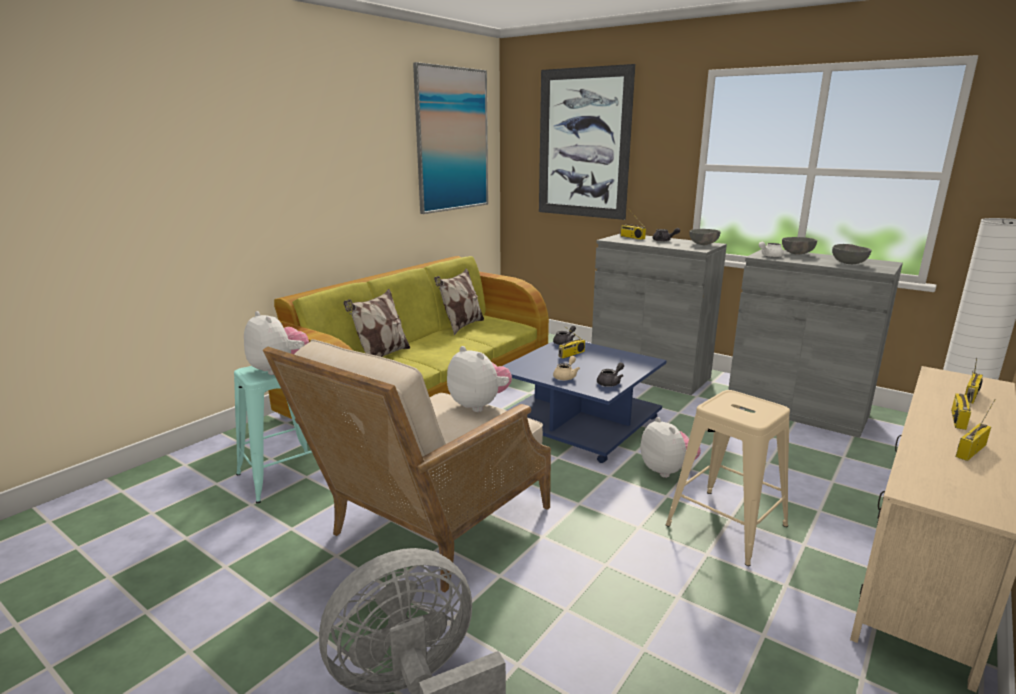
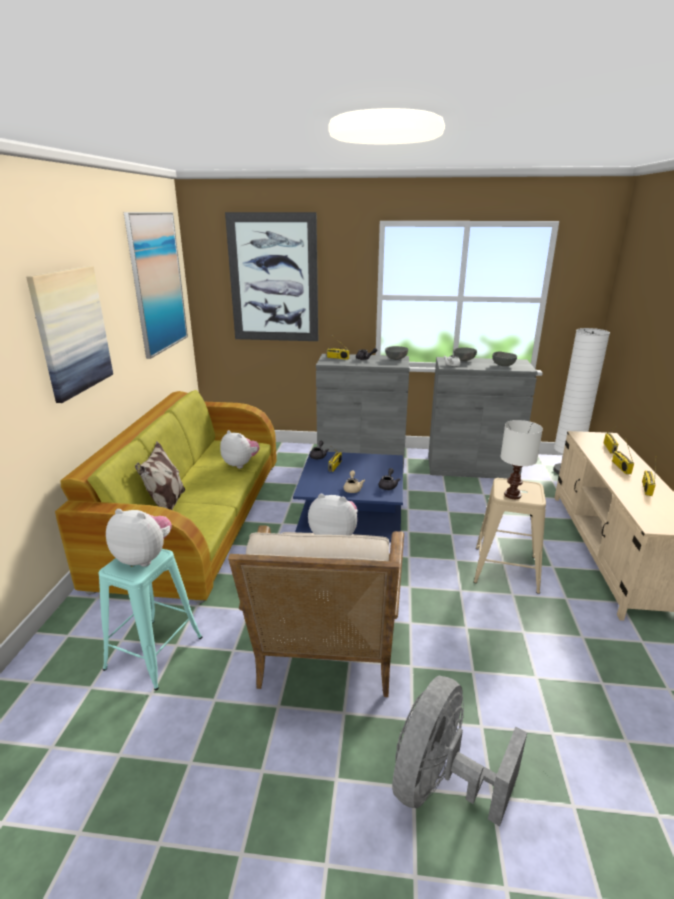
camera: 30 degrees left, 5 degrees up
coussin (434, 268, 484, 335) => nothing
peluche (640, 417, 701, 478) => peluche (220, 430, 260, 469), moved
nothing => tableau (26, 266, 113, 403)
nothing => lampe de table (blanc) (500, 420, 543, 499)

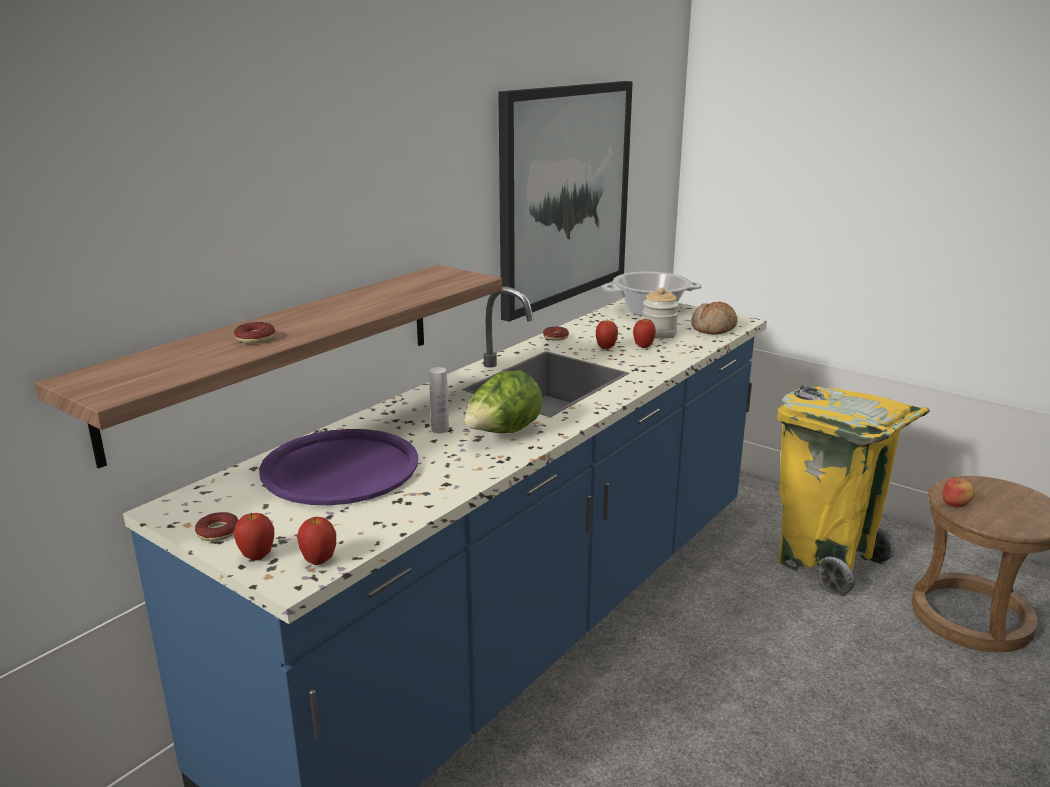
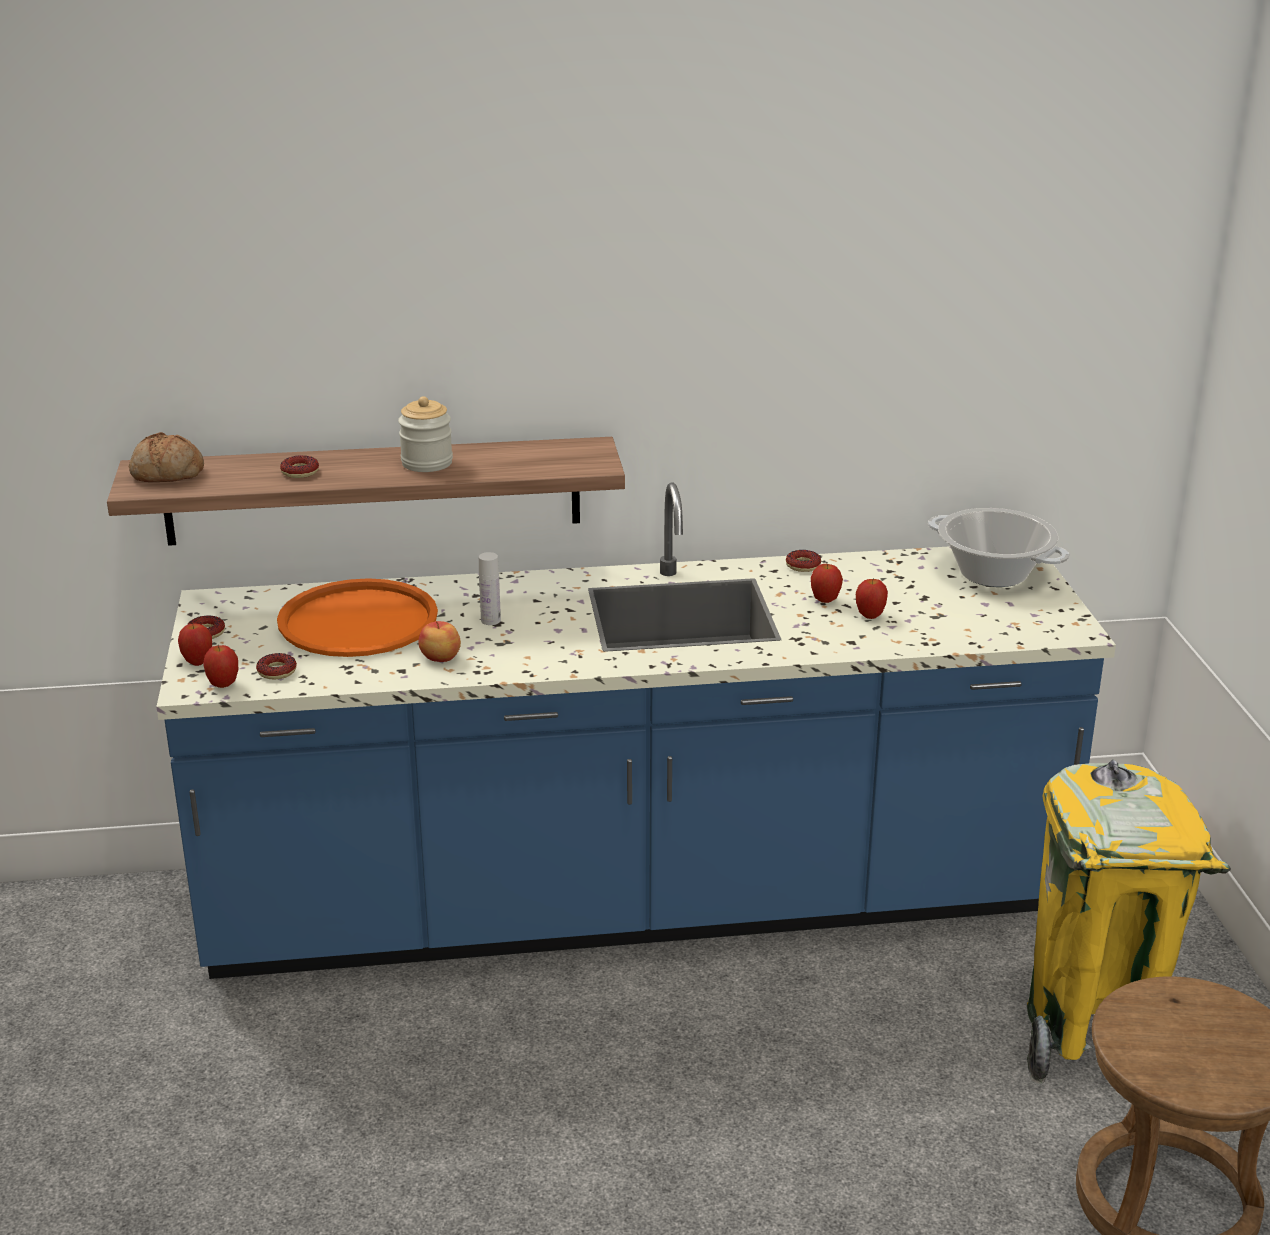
camera: 45 degrees right, 5 degrees up
plateau (violet) (259, 429, 418, 505) => plateau (orange) (277, 578, 438, 657)
laitue (465, 371, 542, 433) => nothing
tableau (498, 81, 633, 322) => nothing
bocal (643, 287, 679, 339) => bocal (398, 396, 453, 472), moved
pain (691, 302, 738, 335) => pain (129, 432, 204, 482), moved
pomme (942, 478, 975, 507) => pomme (418, 621, 461, 662), moved
nothing => beignet (256, 653, 297, 680)

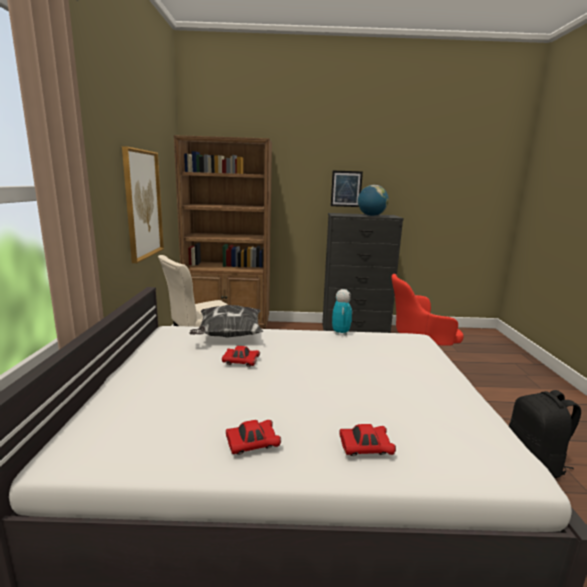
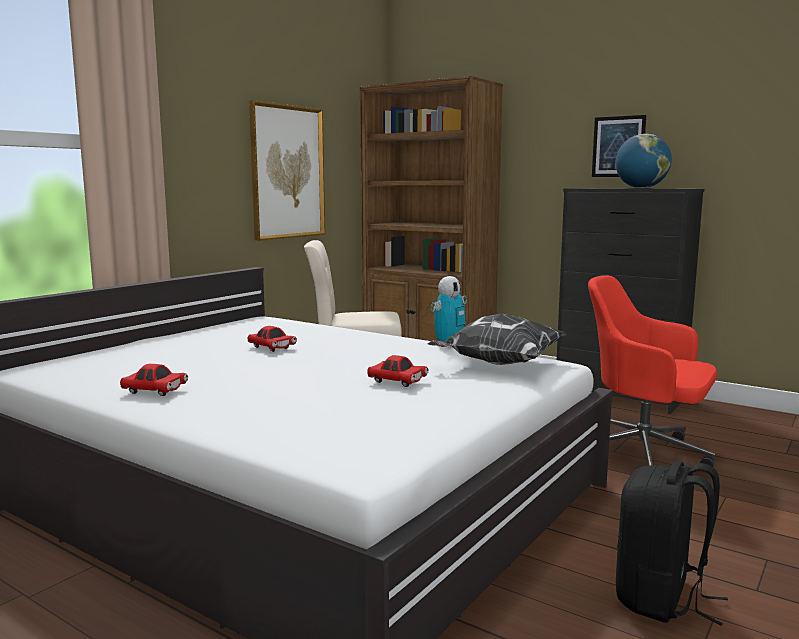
camera: 35 degrees right, 5 degrees down
coussin (189, 305, 263, 337) => coussin (428, 313, 567, 365), moved
petite voiture (rouge) (339, 424, 396, 456) => petite voiture (rouge) (367, 355, 429, 387), moved

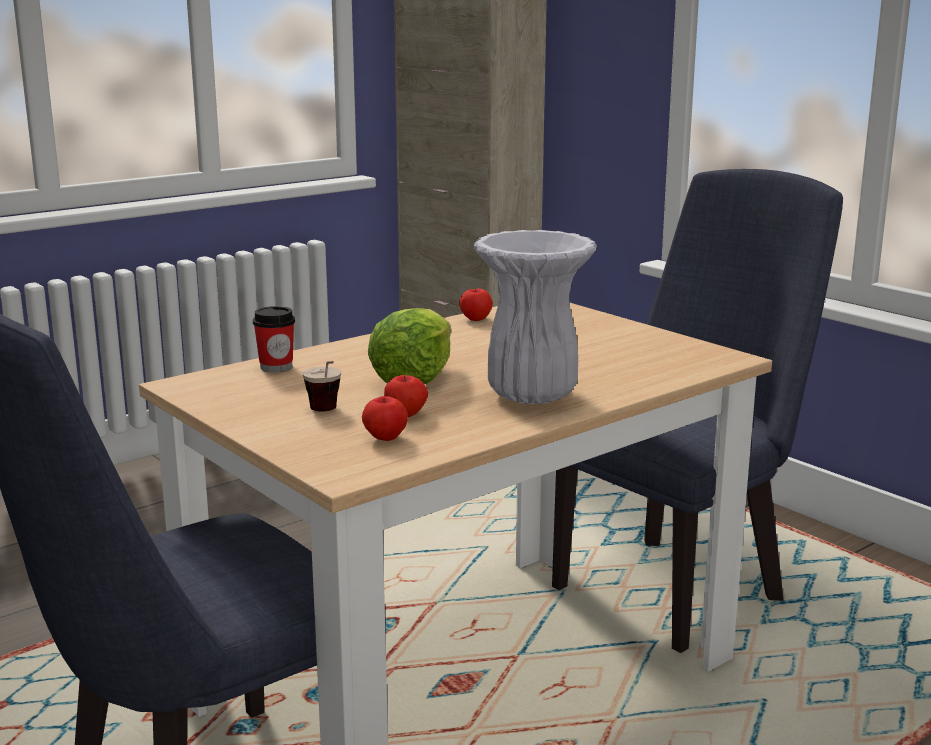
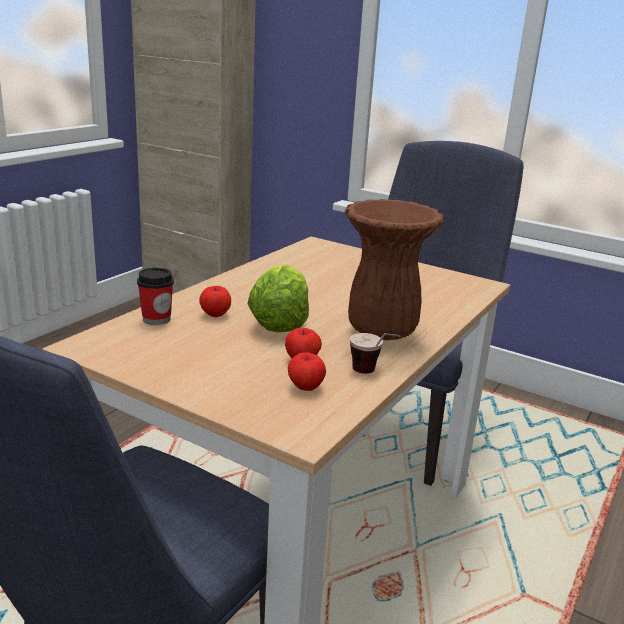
camera: 20 degrees left, 5 degrees up
tasse (303, 361, 341, 412) => tasse (350, 333, 401, 374), moved
pomme (459, 289, 493, 321) => pomme (199, 286, 231, 317), moved
vase (blanc) (473, 230, 597, 404) => vase (marron) (345, 199, 444, 340)

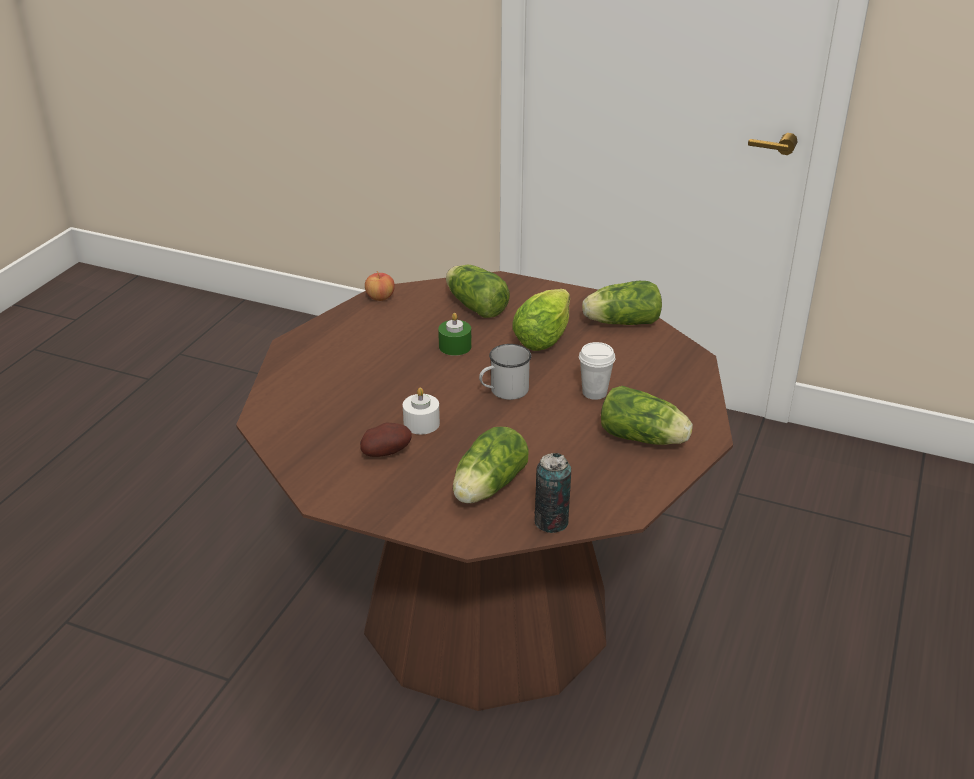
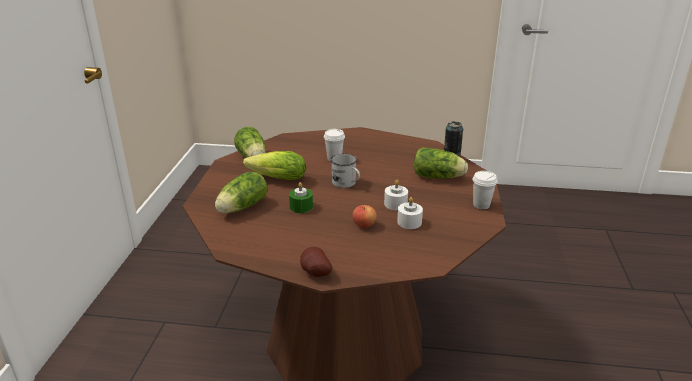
camera: 105 degrees left, 5 degrees down
pomme de terre (360, 423, 412, 457) => pomme de terre (300, 247, 332, 277), moved
pomme (365, 271, 395, 301) => pomme (352, 205, 377, 228), moved
laitue (601, 386, 693, 445) => nothing
nothing => bougie (blanc) (397, 197, 423, 229)
nothing => tasse (blanc) (472, 171, 497, 209)

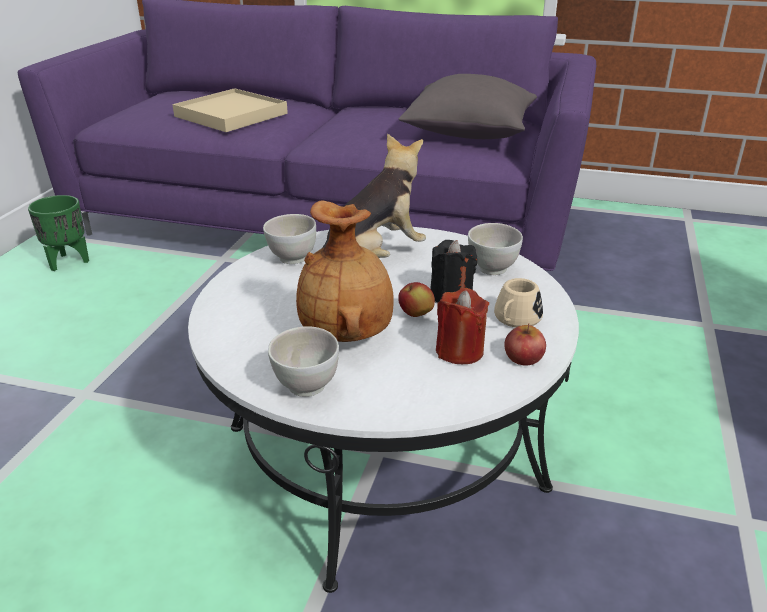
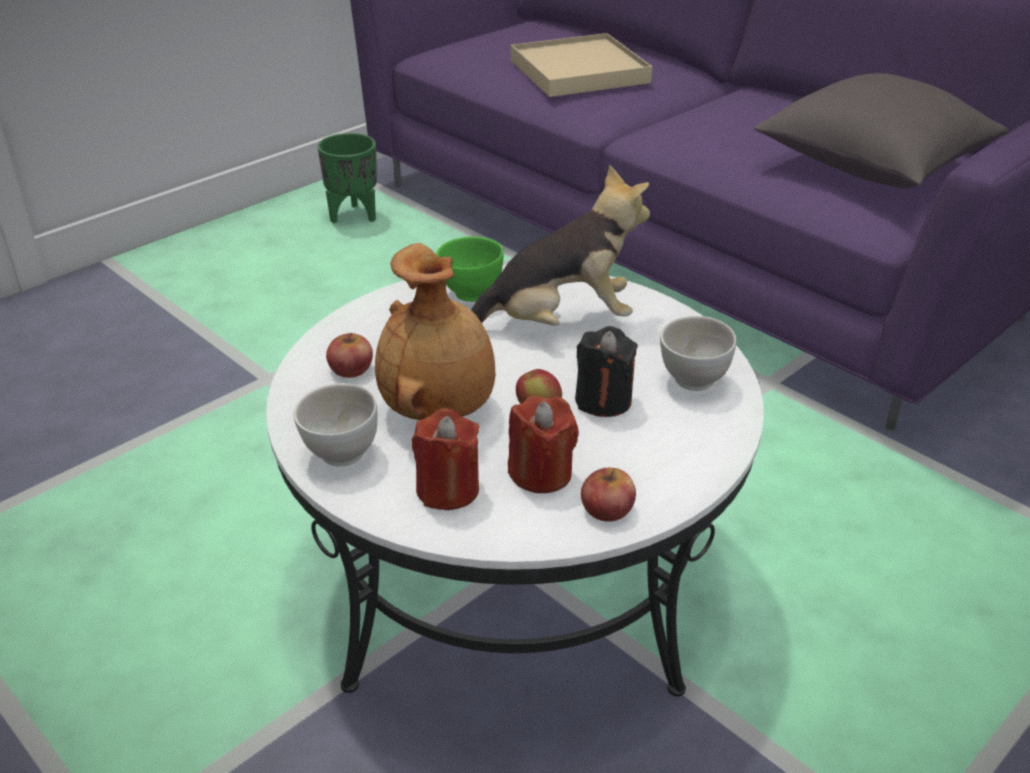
camera: 30 degrees right, 5 degrees up
bol (blanc) (263, 214, 316, 264) => bol (vert) (436, 237, 504, 302)
mug (beige) (494, 278, 543, 327) => nothing
nothing => pomme (326, 333, 373, 378)
nothing => bougie (rouge) (412, 408, 479, 510)

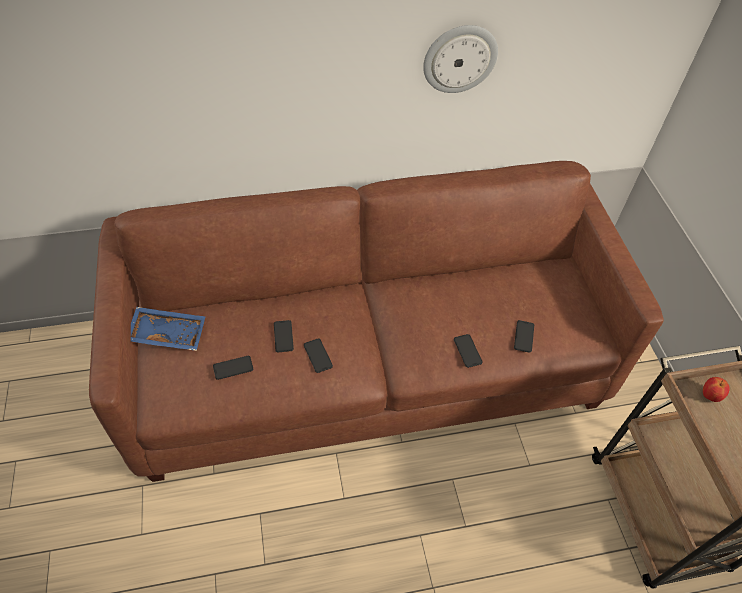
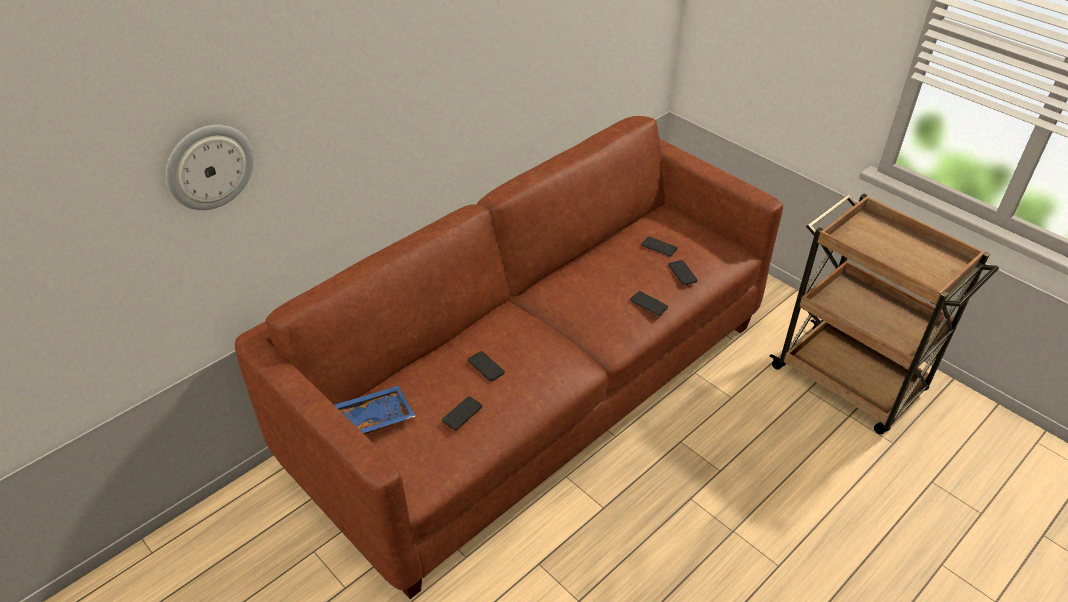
camera: 30 degrees left, 10 degrees down
téléphone (304, 338, 333, 373) => téléphone (642, 237, 677, 257), moved
horloge murale (423, 25, 498, 93) => horloge murale (166, 125, 254, 210), moved
pomme (703, 377, 730, 402) => nothing

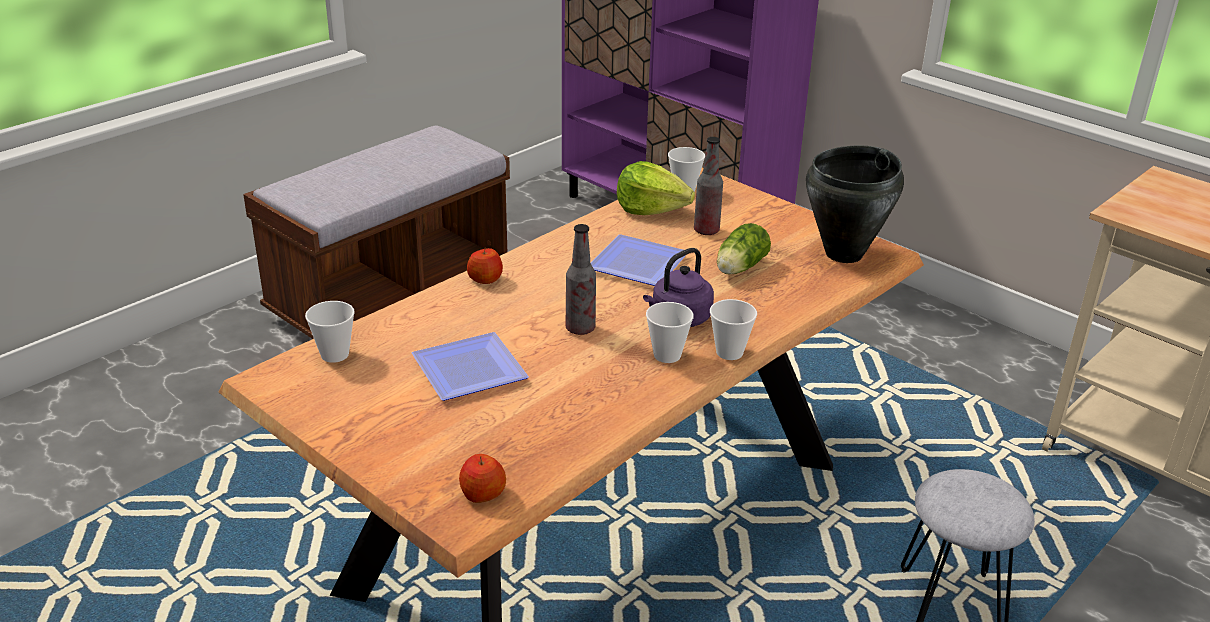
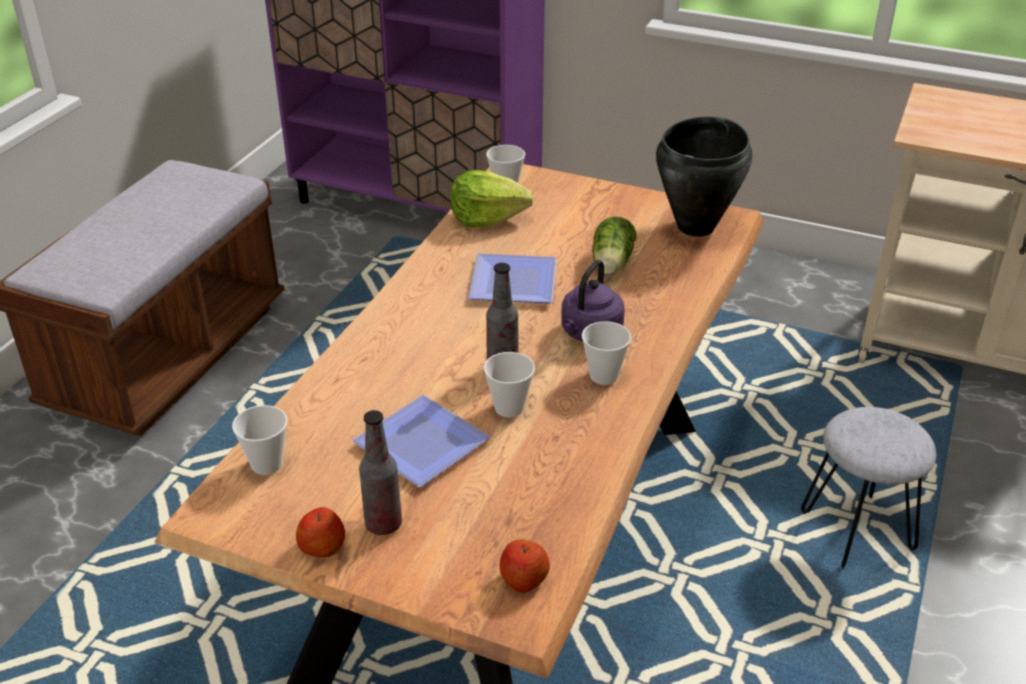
camera: 20 degrees left, 5 degrees up
pomme (467, 248, 503, 284) => pomme (296, 507, 345, 558), moved
bouteille (694, 137, 723, 235) => bouteille (359, 410, 402, 535), moved
tasse (710, 299, 757, 360) => tasse (484, 352, 535, 418), moved

